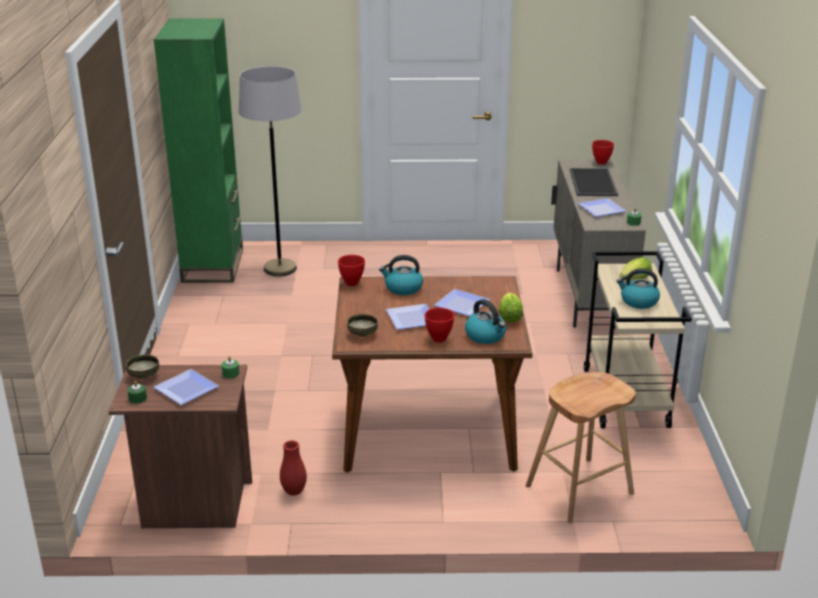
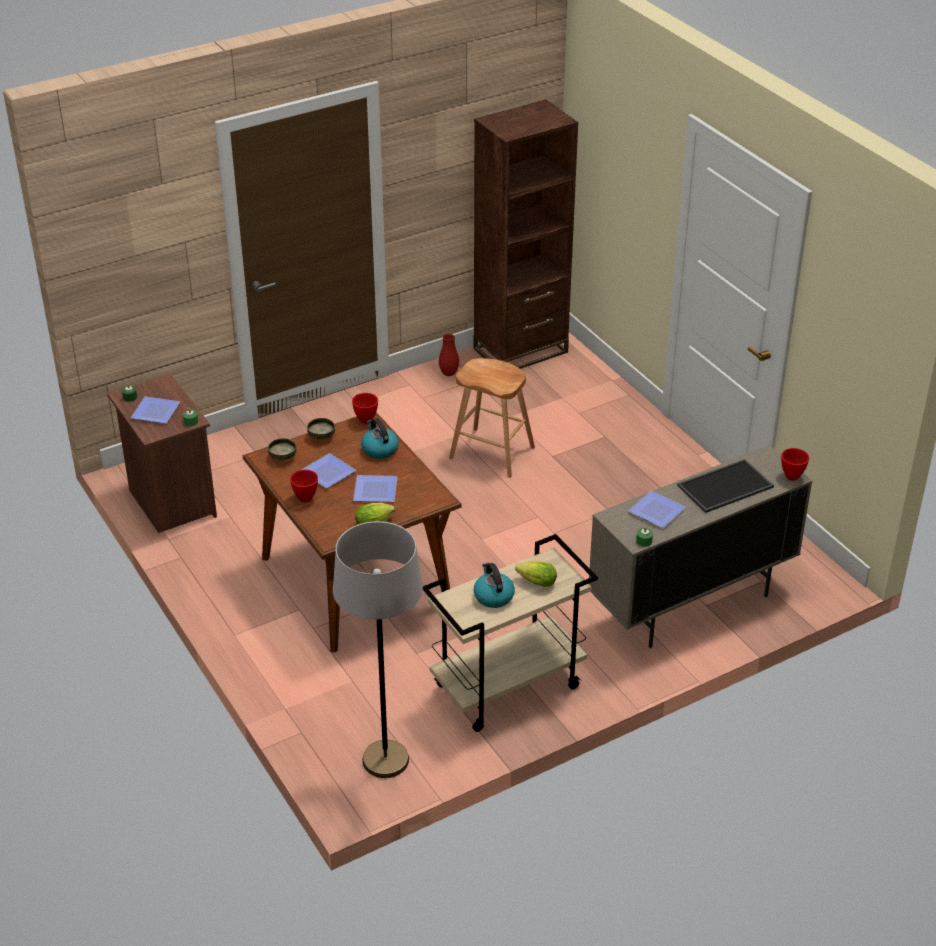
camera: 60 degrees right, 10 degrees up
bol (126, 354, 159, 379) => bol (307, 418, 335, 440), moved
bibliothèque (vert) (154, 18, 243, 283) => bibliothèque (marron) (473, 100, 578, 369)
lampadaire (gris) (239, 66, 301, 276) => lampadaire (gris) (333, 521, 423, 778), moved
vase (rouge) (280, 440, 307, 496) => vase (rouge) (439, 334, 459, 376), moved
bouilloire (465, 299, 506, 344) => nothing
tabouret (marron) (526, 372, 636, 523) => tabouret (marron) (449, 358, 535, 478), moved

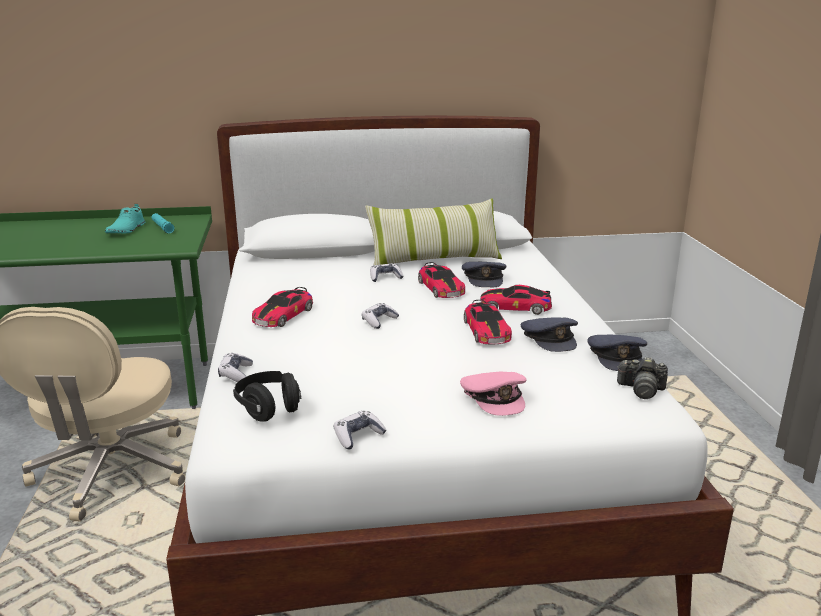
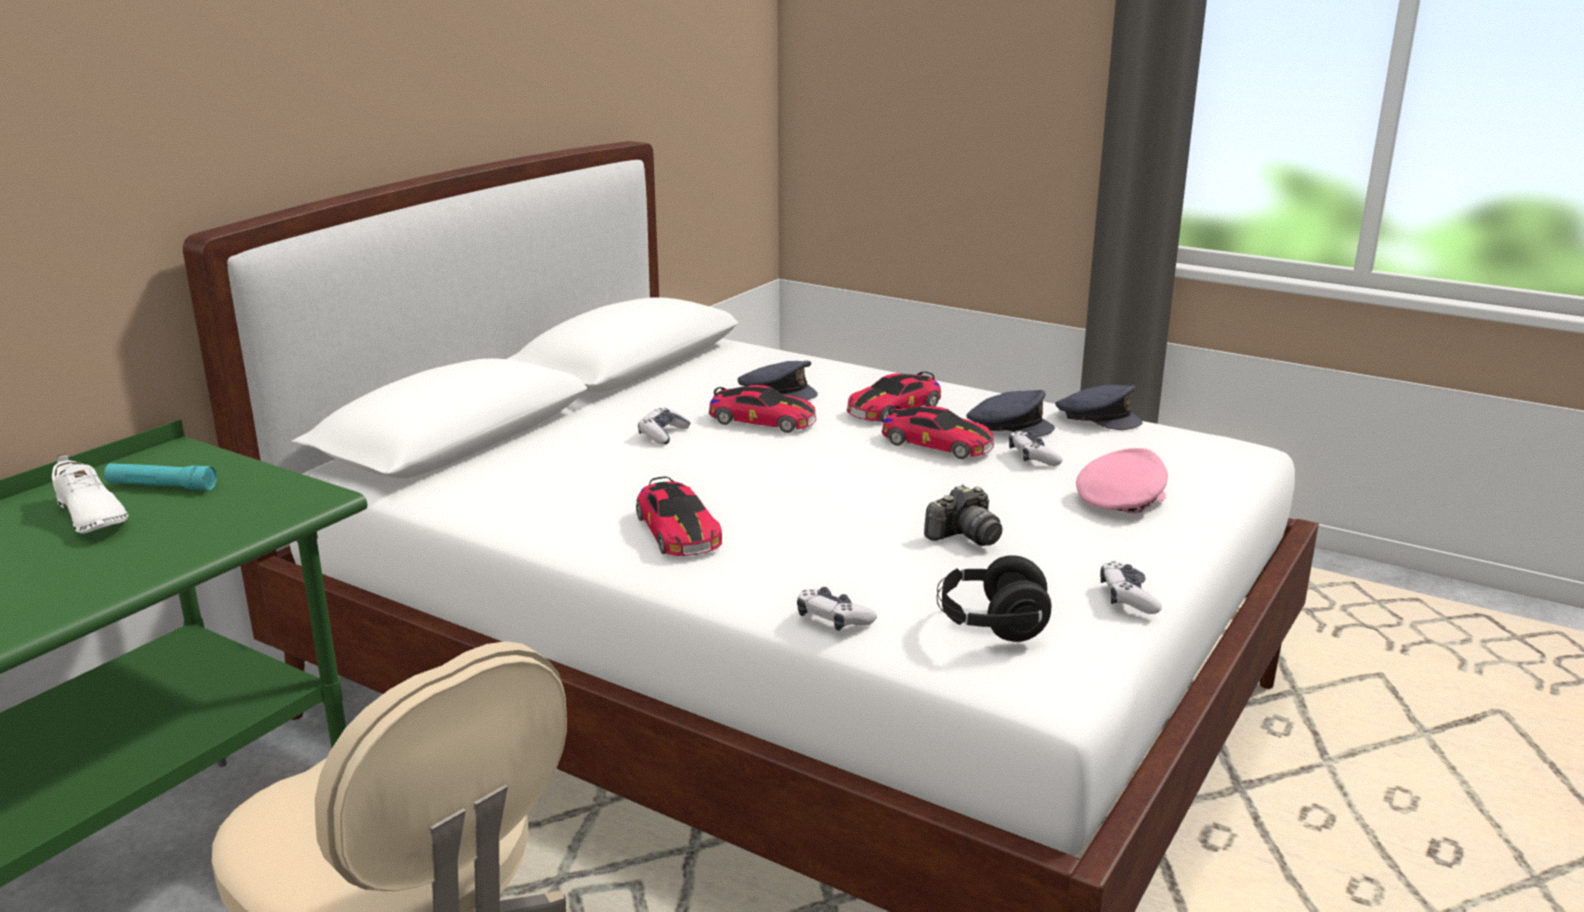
camera: 50 degrees left, 0 degrees up
chaussure (turquoise) (105, 204, 146, 233) => chaussure (blanc) (52, 453, 129, 534)
manette (362, 303, 399, 329) => manette (1009, 431, 1063, 466), moved
coussin (365, 198, 502, 265) => nothing
casquette (rose) (460, 372, 526, 416) => casquette (rose) (1076, 448, 1168, 514), 60 degrees counterclockwise
appareil photo (617, 357, 668, 399) => appareil photo (924, 485, 1003, 546), moved

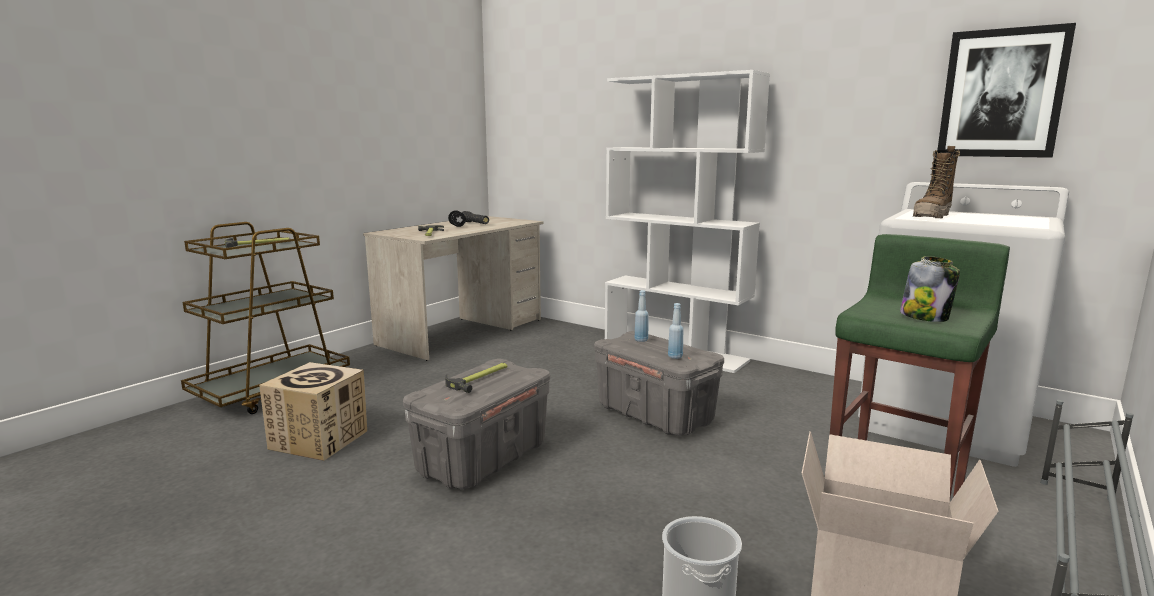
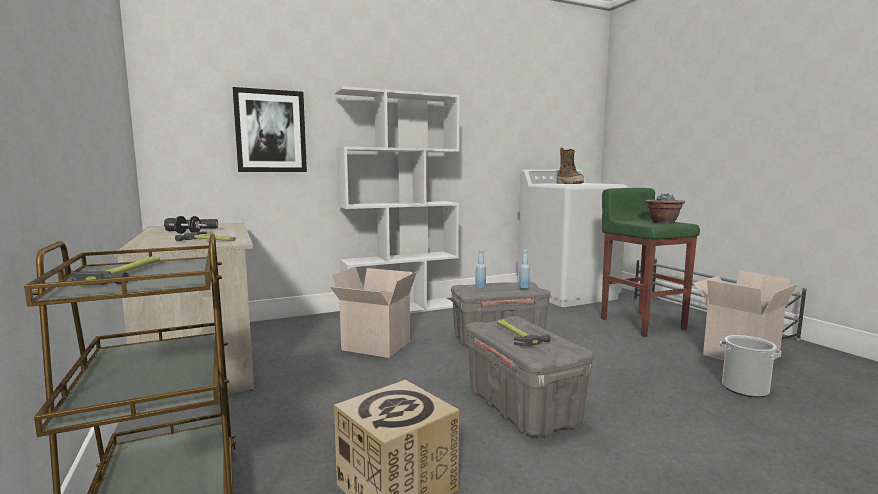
camera: 60 degrees left, 5 degrees down
bocal (900, 256, 960, 322) => plante en pot (645, 193, 685, 223)
tableau (938, 23, 1076, 158) => tableau (233, 87, 307, 172), moved
nothing => carton (330, 267, 417, 358)

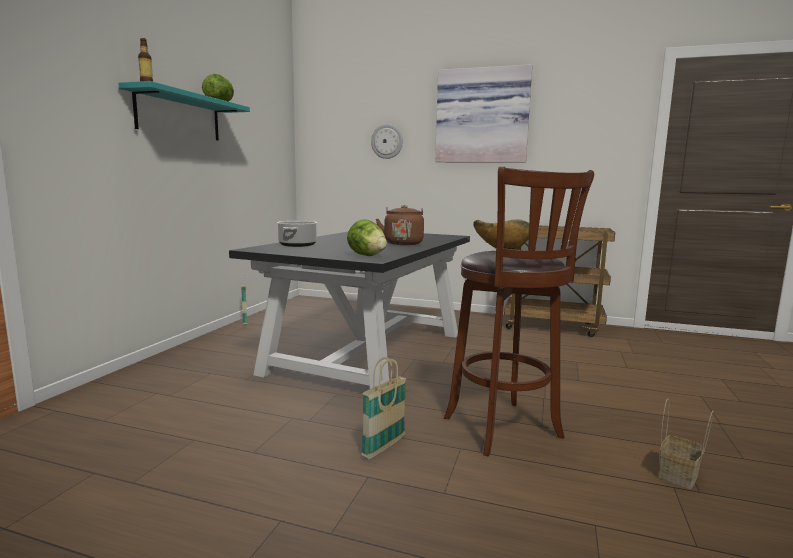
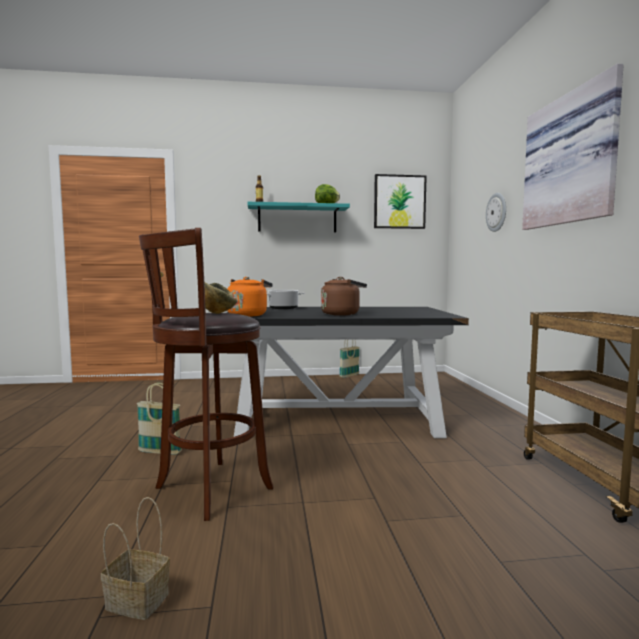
camera: 65 degrees right, 5 degrees down
laitue (347, 219, 387, 256) => bouilloire (orange) (227, 277, 273, 317)
nothing => tableau (374, 174, 427, 229)

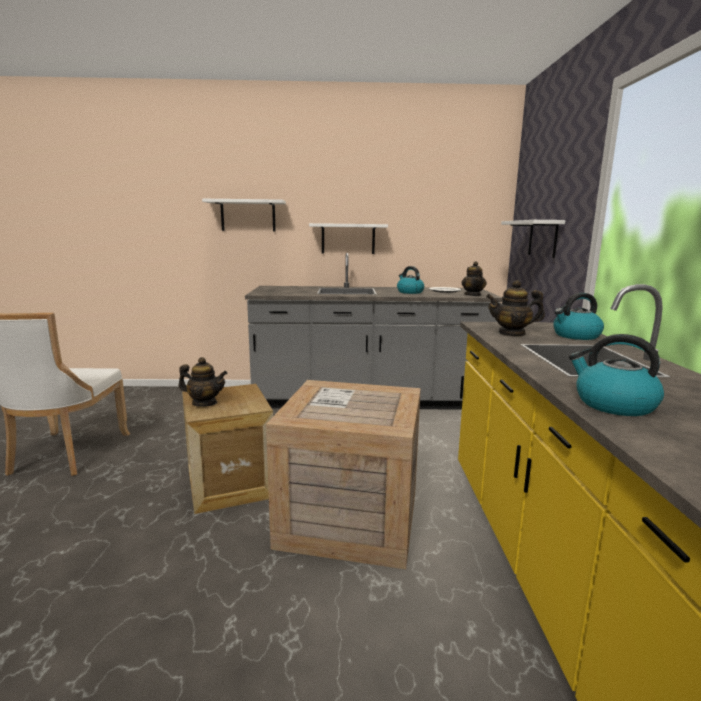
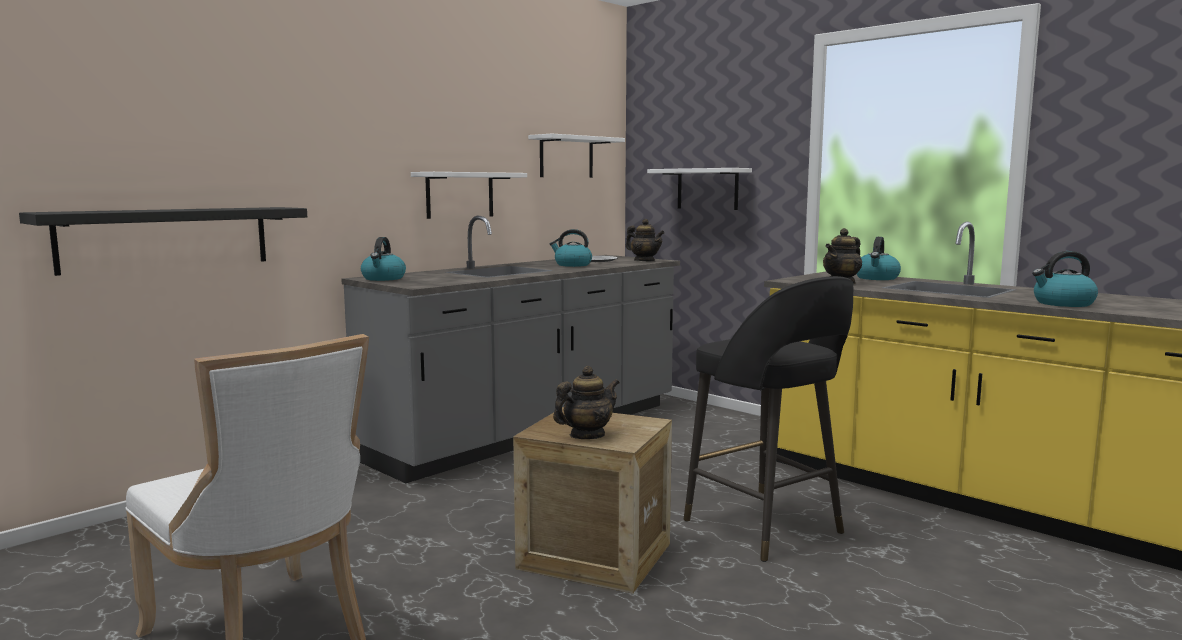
camera: 45 degrees left, 5 degrees down
étagère (blanc) (202, 199, 286, 231) => étagère (blanc) (528, 134, 625, 178), moved
caisse (266, 380, 421, 569) => tabouret (noir) (684, 276, 853, 562)
nothing => étagère (noir) (19, 207, 307, 276)
nothing => bouilloire (361, 237, 406, 281)

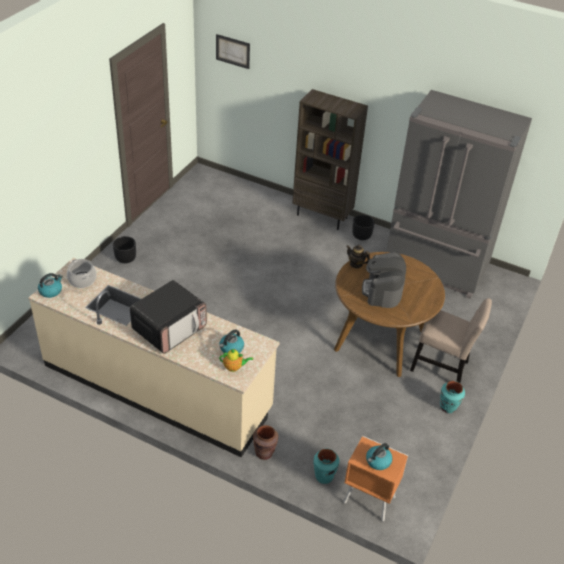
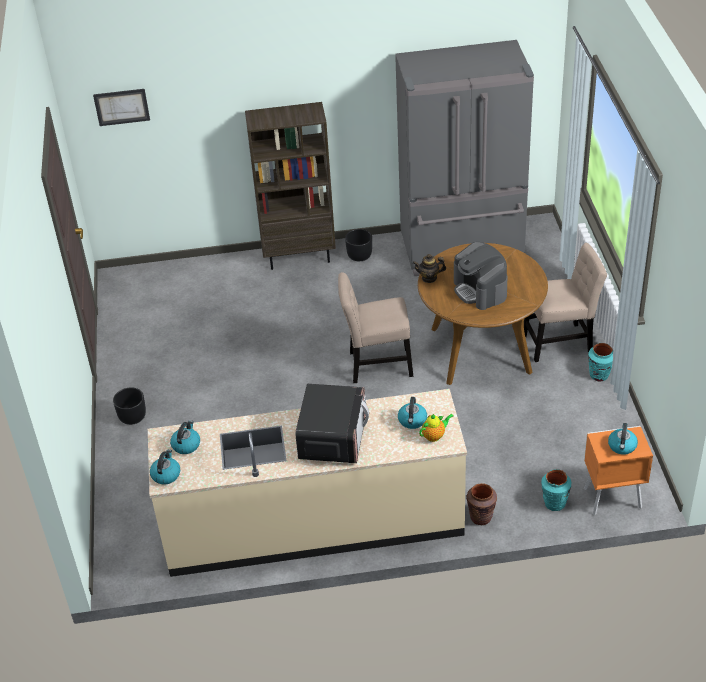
camera: 30 degrees left, 0 degrees up
marmite (67, 259, 97, 288) => bouilloire (170, 420, 200, 454)
nothing => chaise (beige) (338, 272, 413, 383)

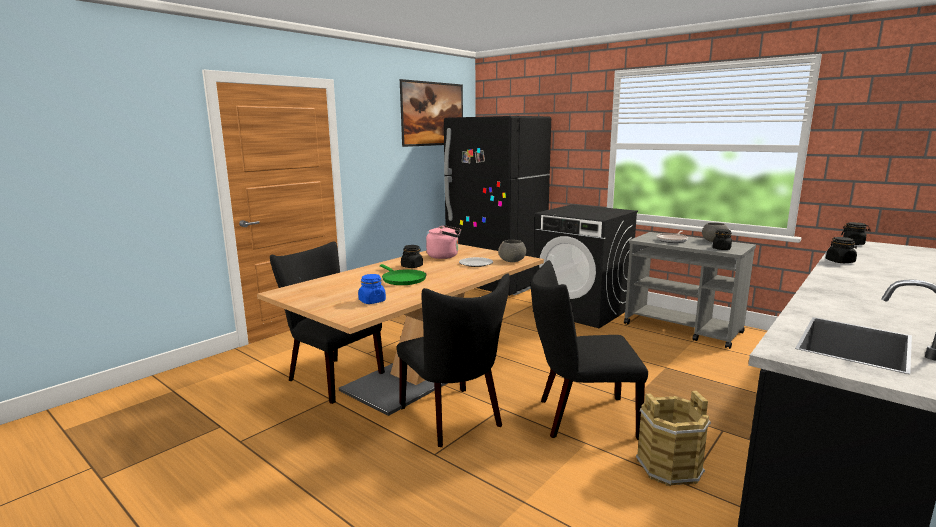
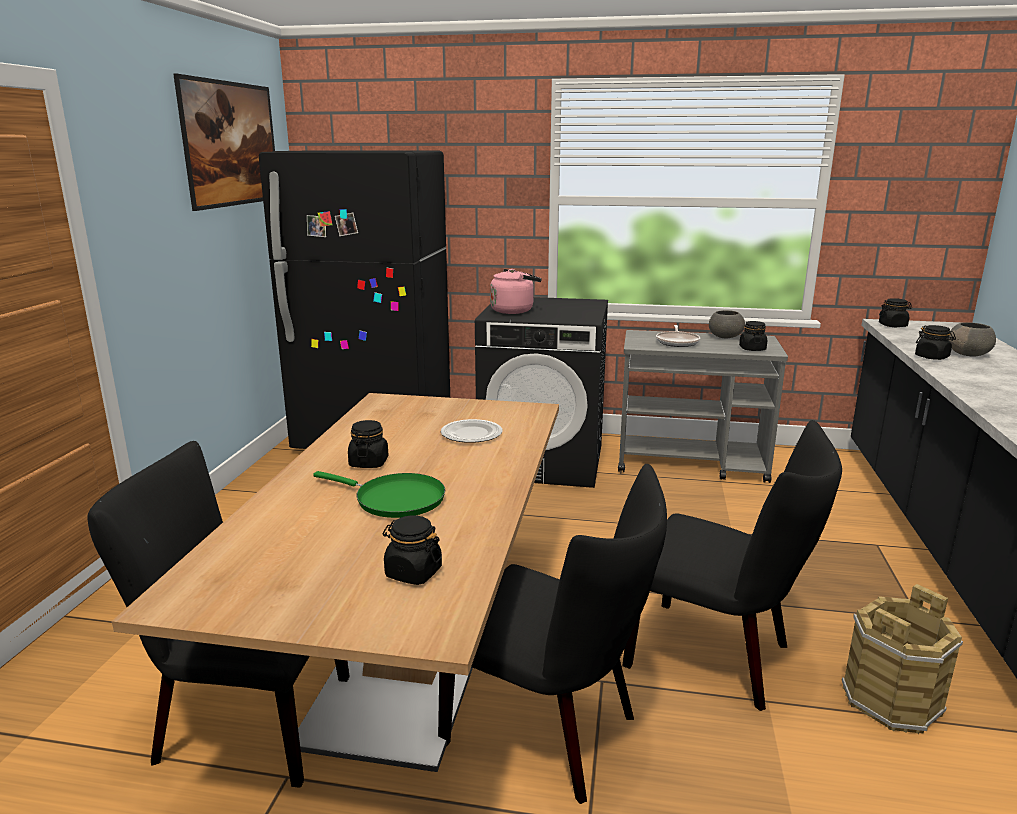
camera: 30 degrees left, 5 degrees up
bocal (bleu) (358, 274, 386, 304) => bocal (noir) (383, 515, 442, 585)
bouilloire (rose) (426, 225, 461, 259) => bouilloire (rose) (490, 269, 542, 314), moved
bol (gris) (498, 240, 526, 262) => bol (gris) (949, 322, 996, 357), moved
chaise (noir) (531, 261, 648, 440) => chaise (noir) (622, 420, 842, 711), 120 degrees counterclockwise

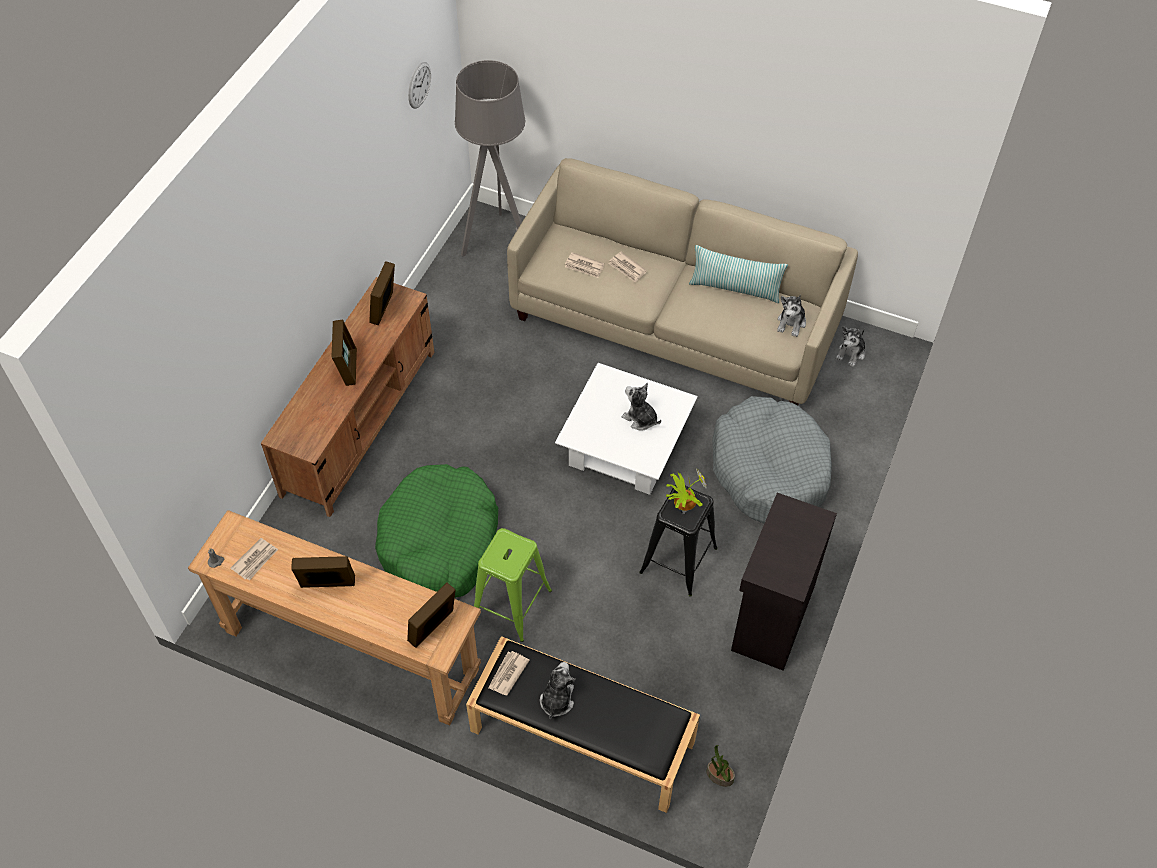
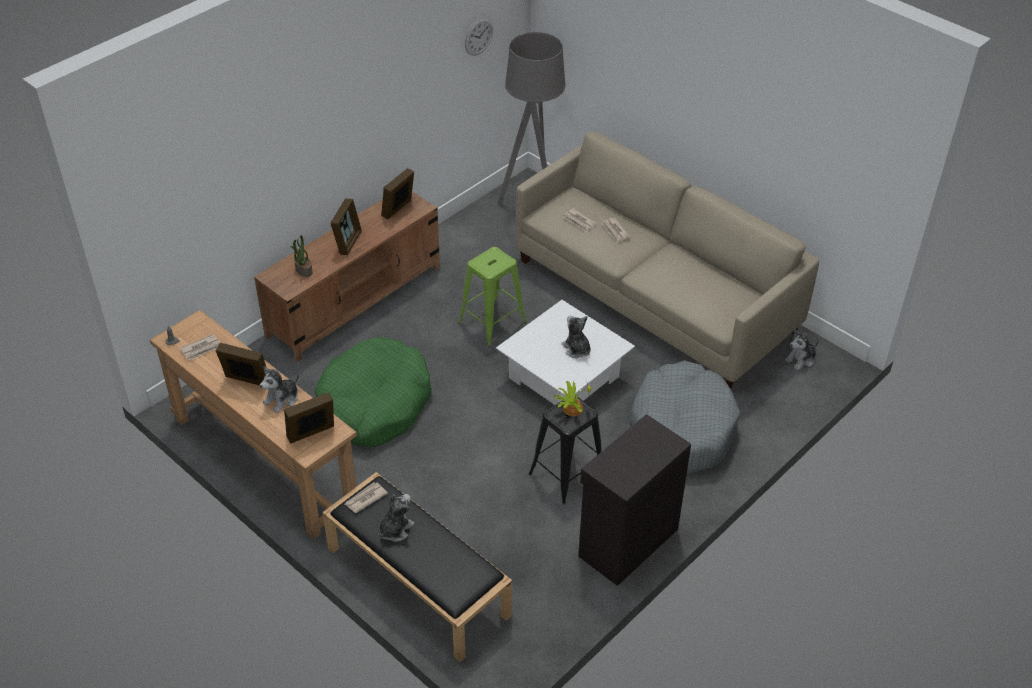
camera: 20 degrees right, 10 degrees down
tabouret (vert) (474, 528, 552, 642) => tabouret (vert) (458, 247, 527, 347), moved
coussin (689, 245, 788, 303) => nothing
plante en pot (706, 745, 735, 787) => plante en pot (290, 235, 313, 277), moved
peluche (777, 295, 806, 337) => peluche (260, 366, 299, 413), moved

